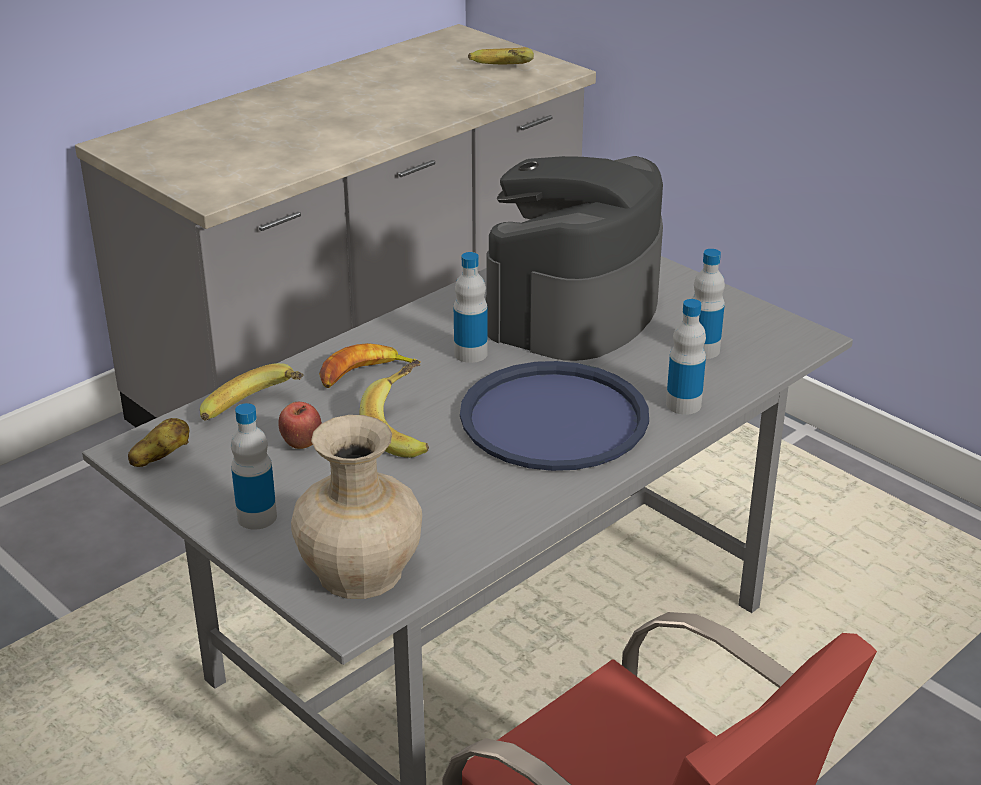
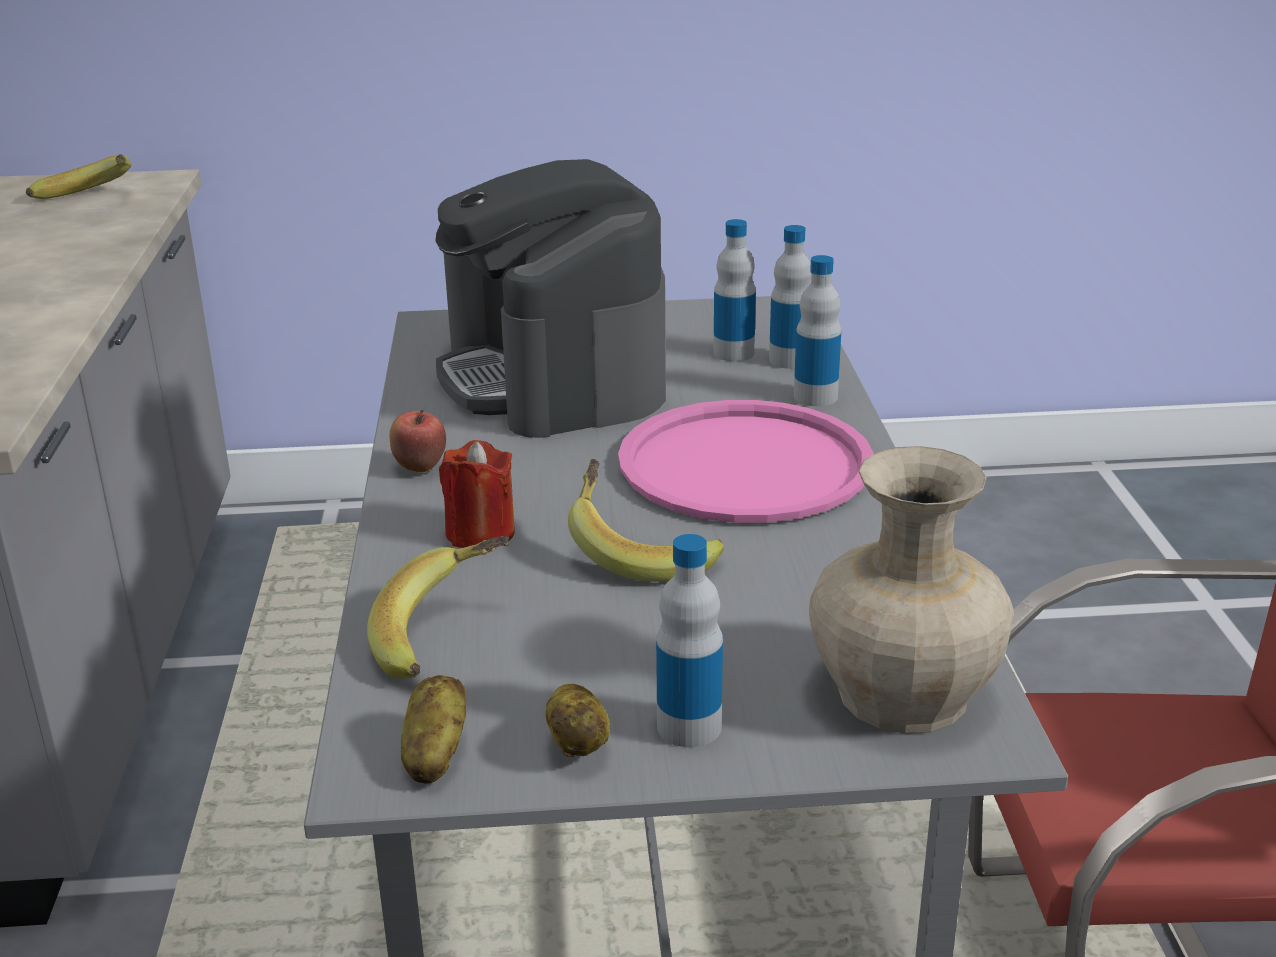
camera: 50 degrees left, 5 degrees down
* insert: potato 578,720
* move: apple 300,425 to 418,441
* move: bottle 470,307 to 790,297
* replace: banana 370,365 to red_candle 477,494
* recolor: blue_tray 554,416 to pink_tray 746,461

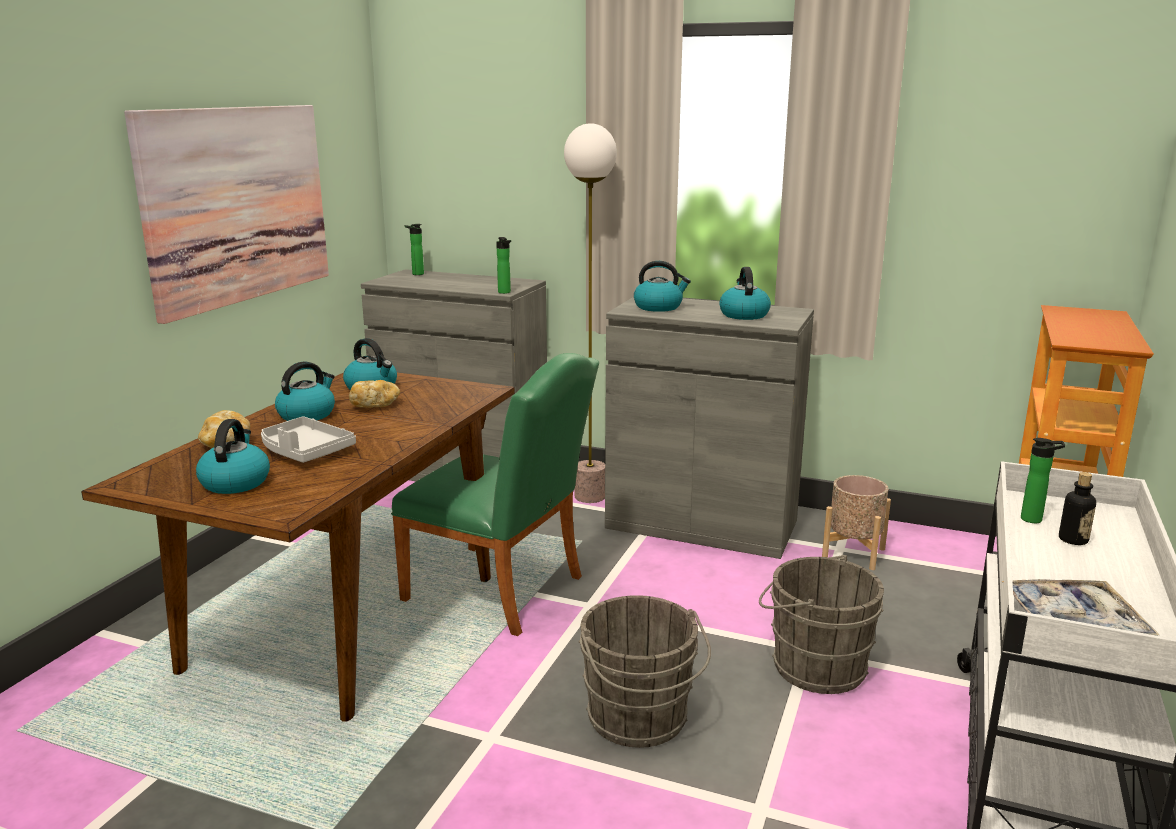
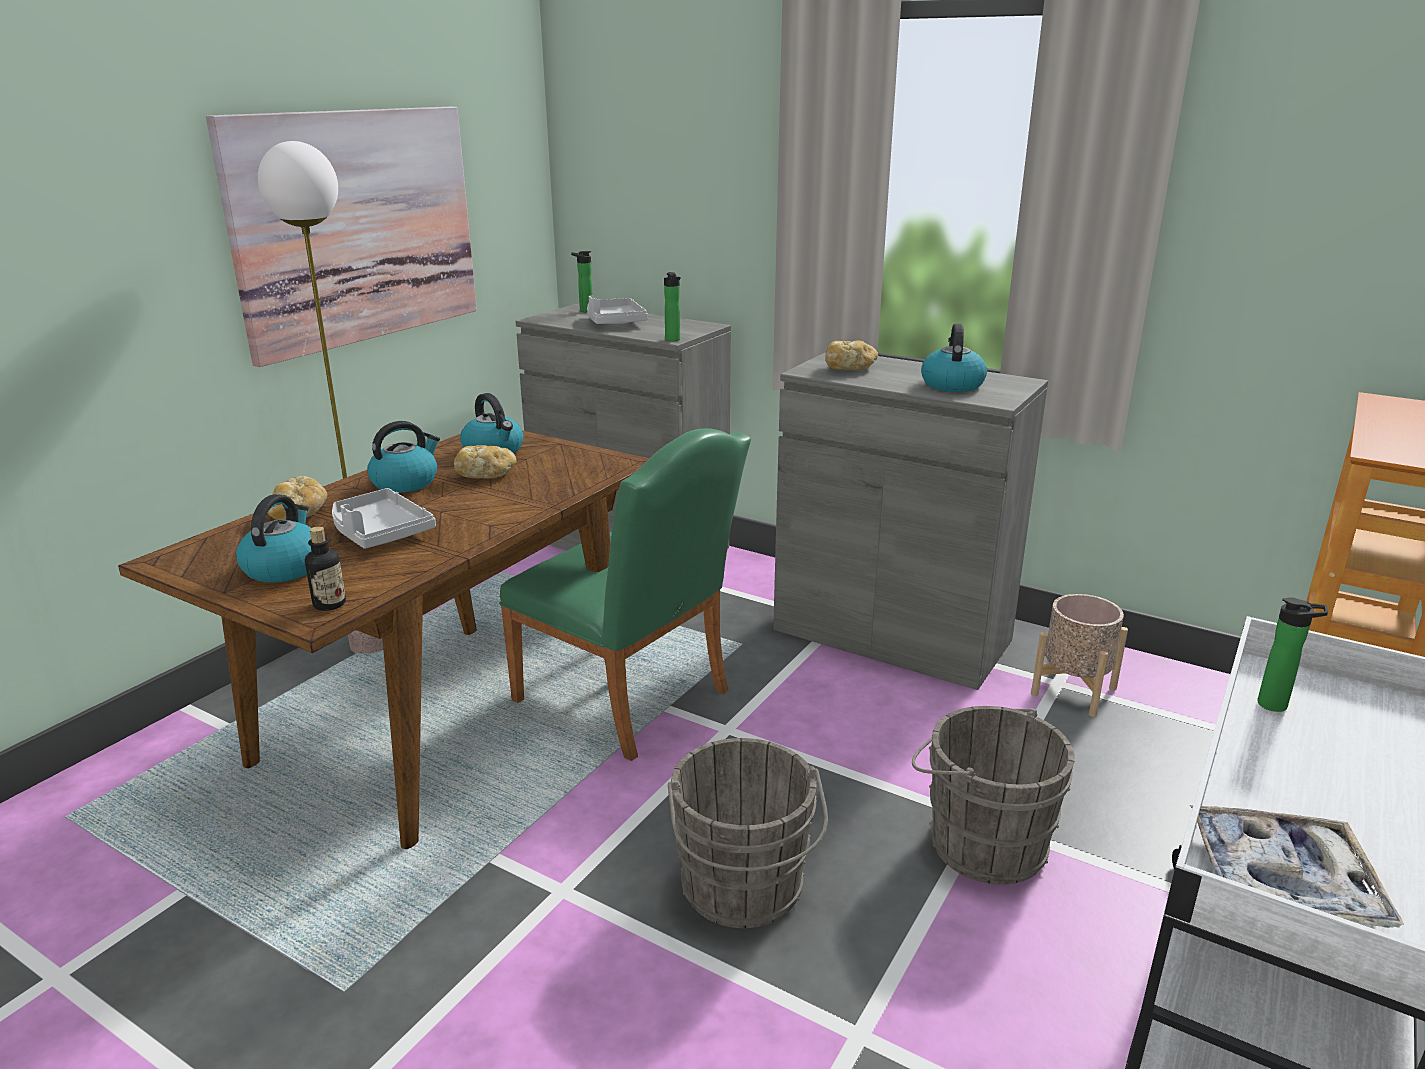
camera: 10 degrees right, 5 degrees up
* insert: grey_tray 617,310
* move: floor_lamp 590,313 to 320,397
* move: bottle 1077,508 to 325,568
* replace: kettle 662,286 to bread 851,355

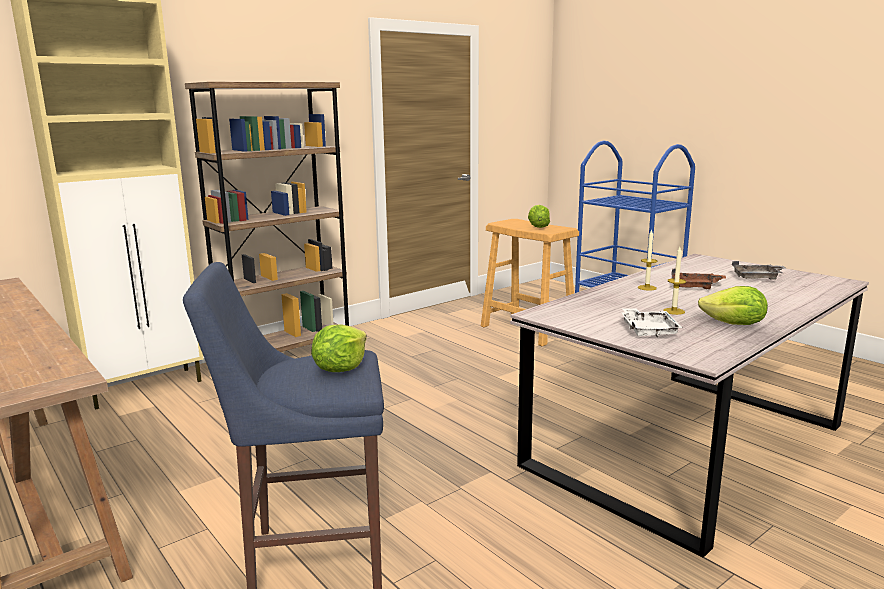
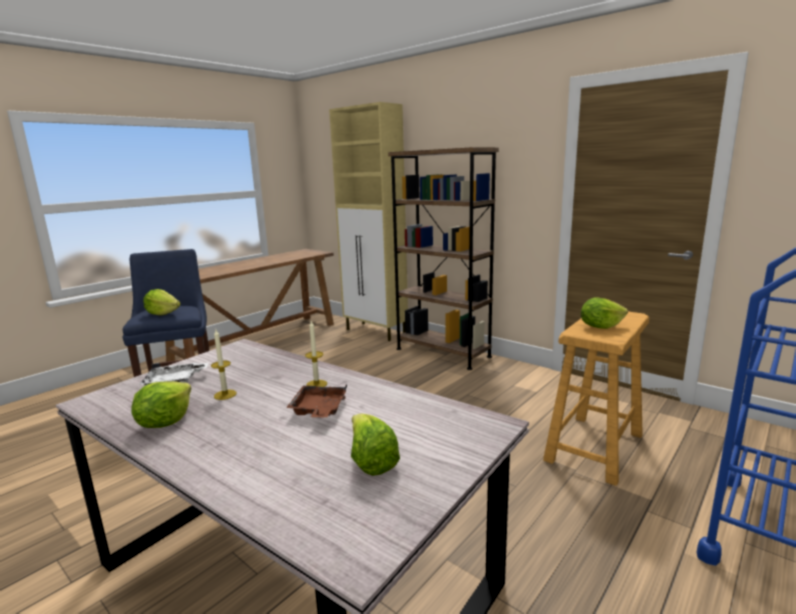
camera: 80 degrees right, 0 degrees up
* replace: grey_tray 759,270 to lettuce 375,445

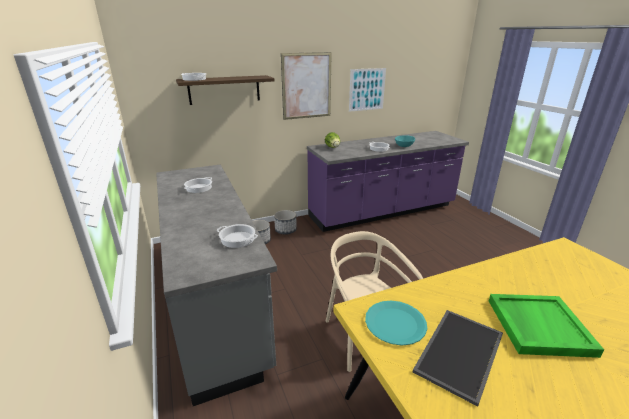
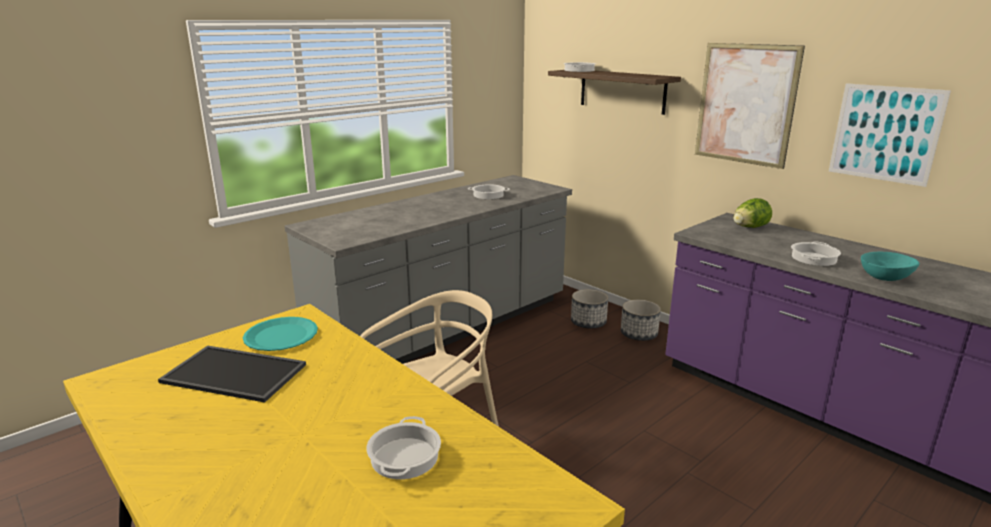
camera: 70 degrees right, 5 degrees down
* delete: green_tray 546,326
* move: cooking_pot 237,236 to 404,447

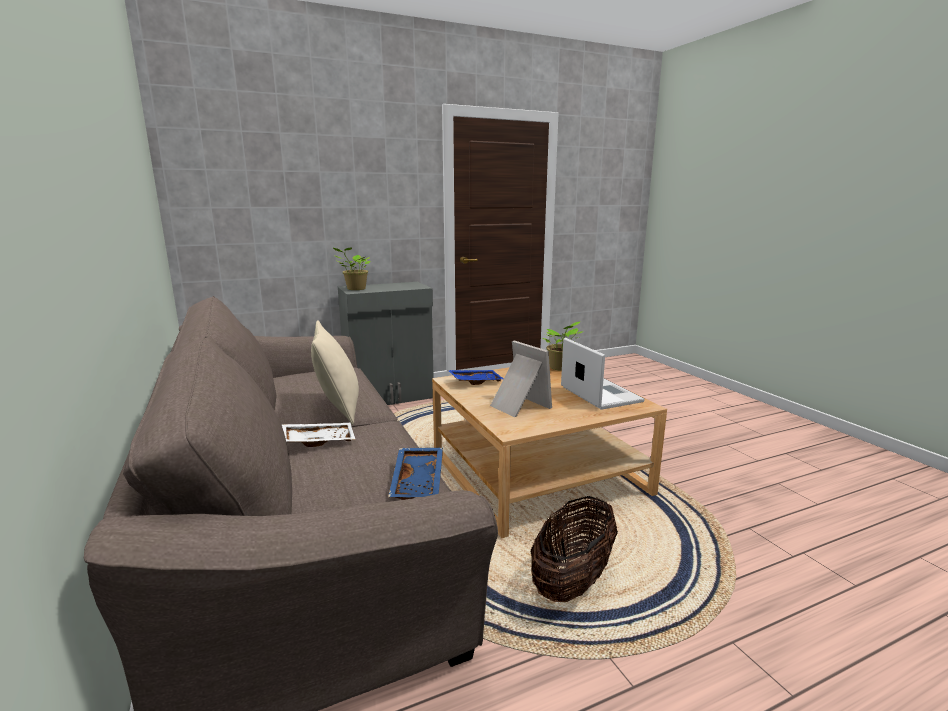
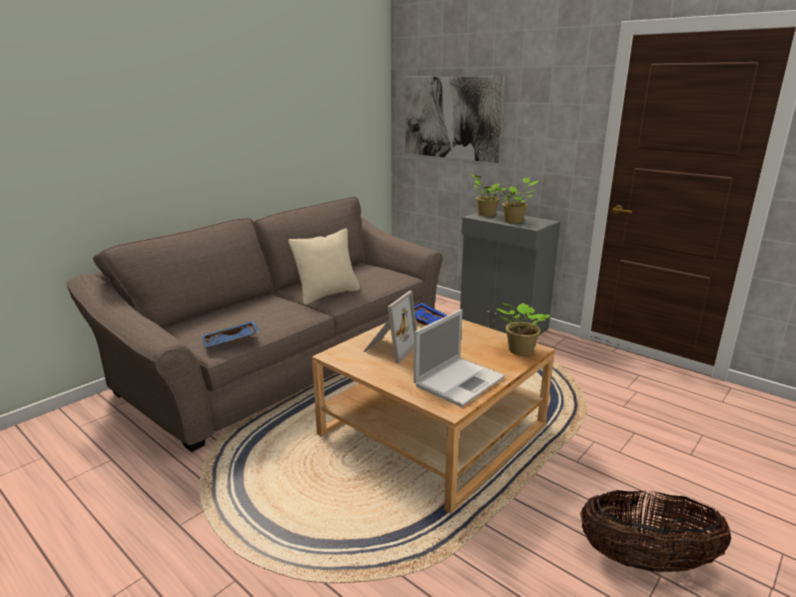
camera: 65 degrees right, 5 degrees up
* delete: white_tray 318,435
* insert: picture 455,119
* insert: potted_plant 518,201
* move: basket 574,549 to 655,531

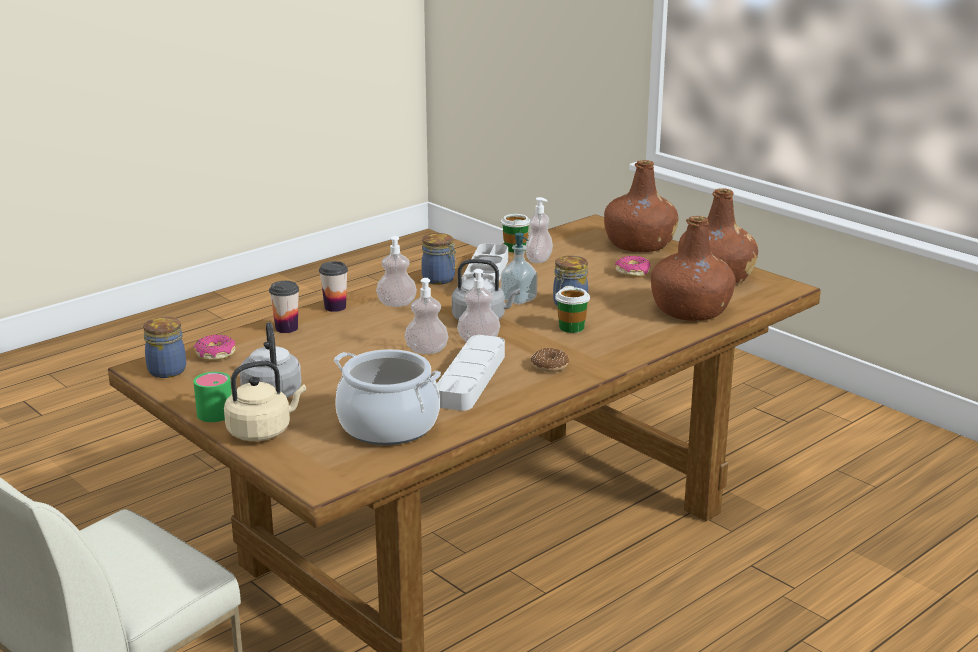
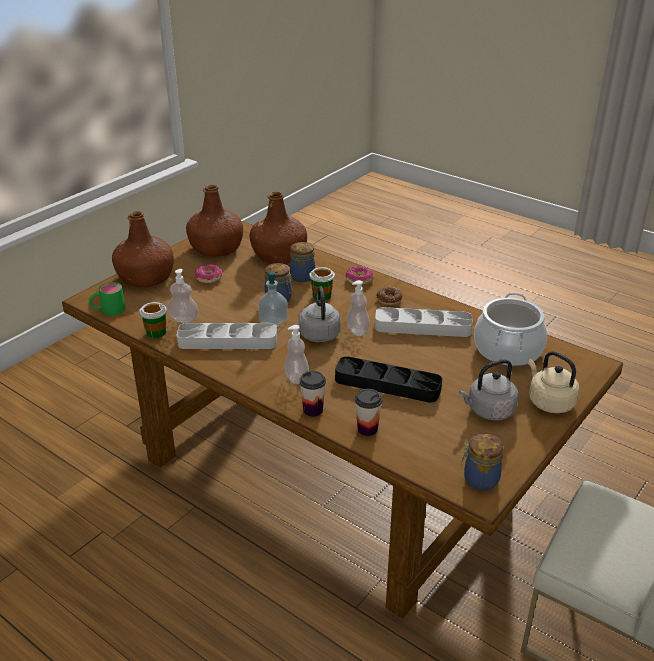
camera: 100 degrees left, 10 degrees up
* delete: soap_dispenser 427,316
* insert: black_tray 388,379
* move: green_mug 212,397 to 107,299
* move: donut 214,348 to 359,276
* move: jar 439,259 to 302,262

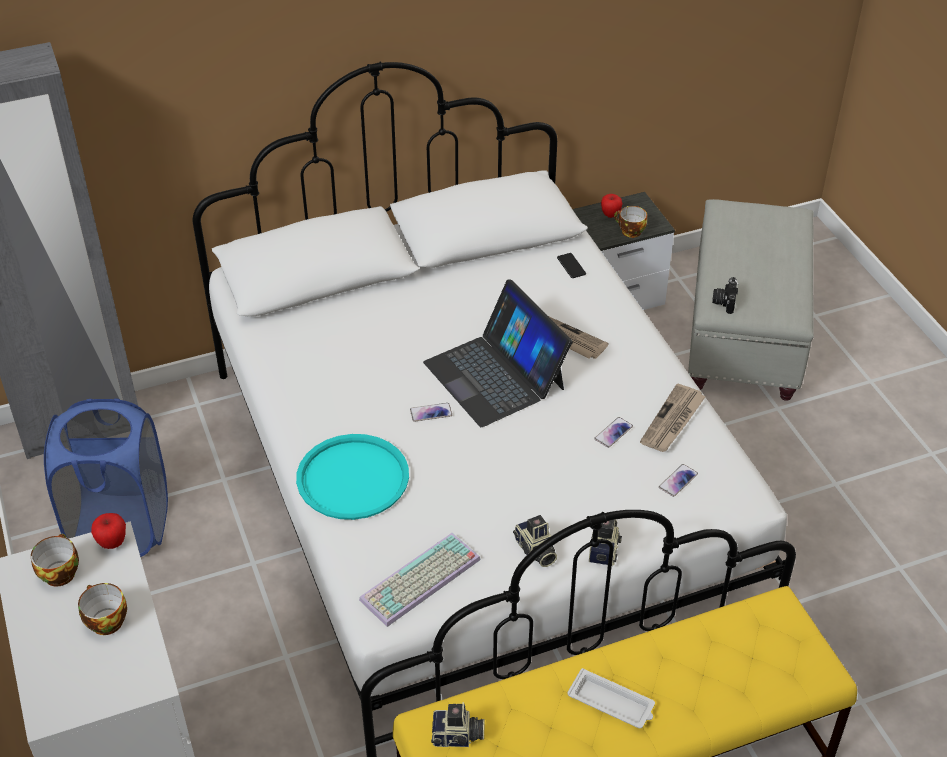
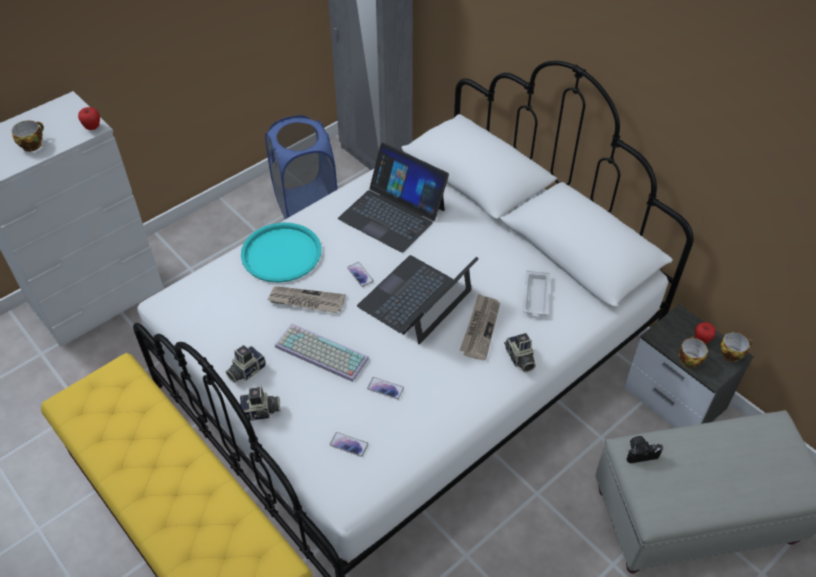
camera: 70 degrees right, 5 degrees up
* delete: phone 571,265
* insert: laptop 393,198
* move: cup 55,560 to 736,347
* move: keyboard 420,580 to 322,353
* move: photo_camera 458,724 to 520,352
* move: white_tray 611,698 to 536,293
* move: newspaper 673,418 to 306,299

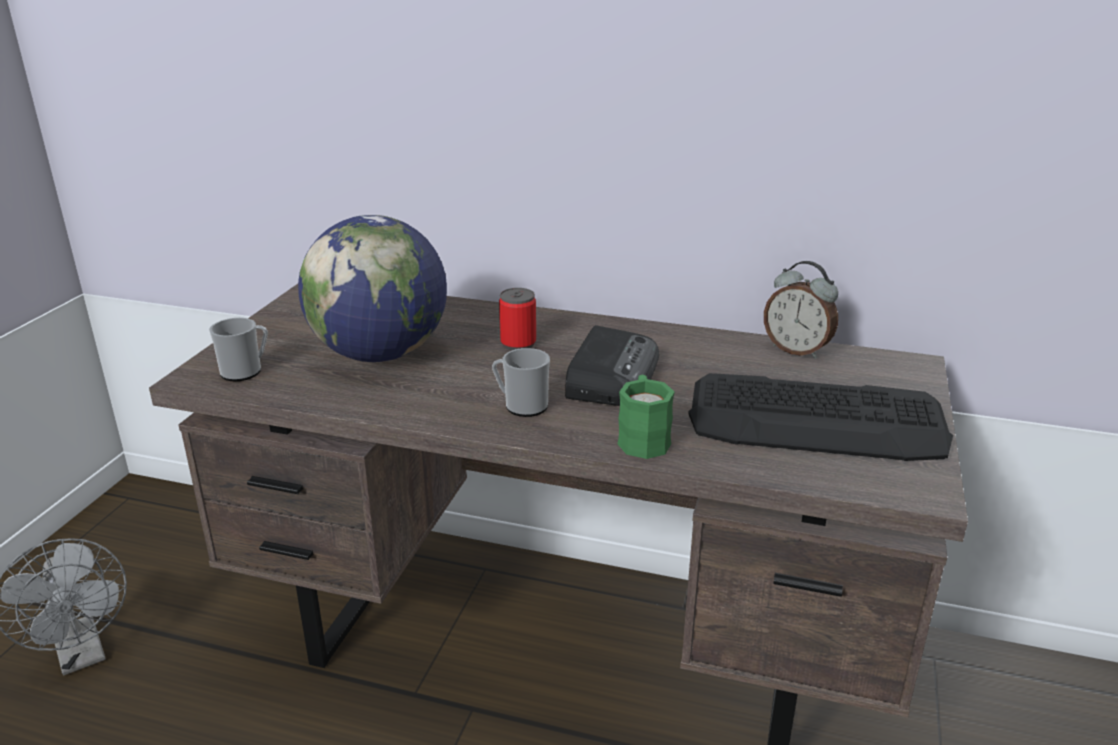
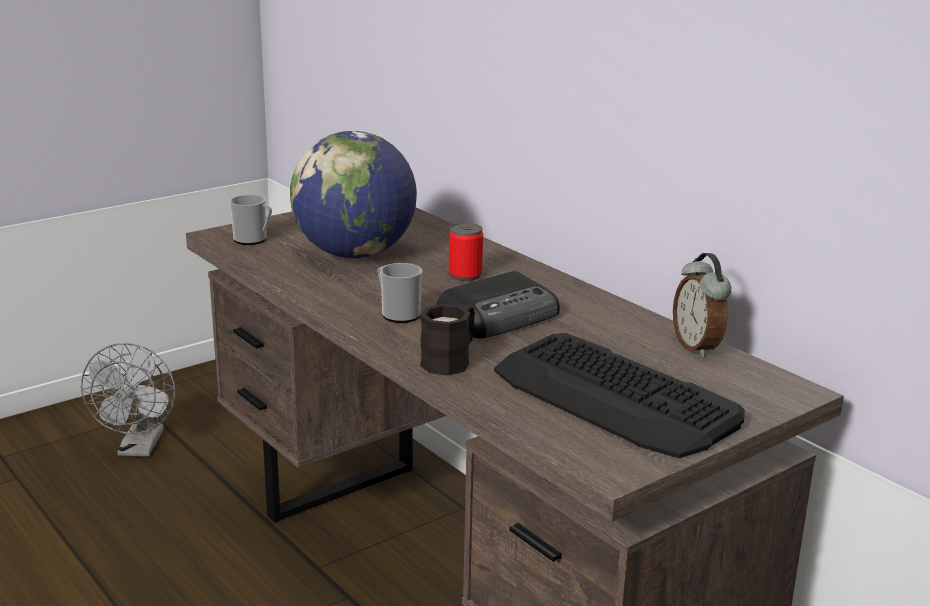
camera: 35 degrees right, 5 degrees down
* recolor: green_mug 646,417 to black_mug 447,340

